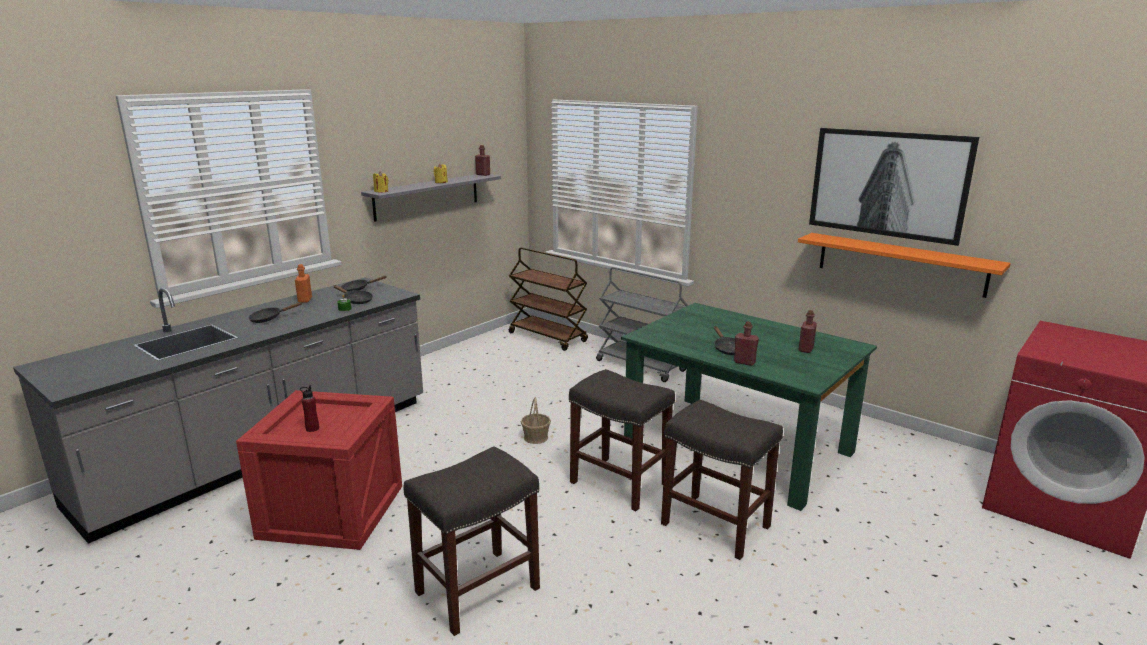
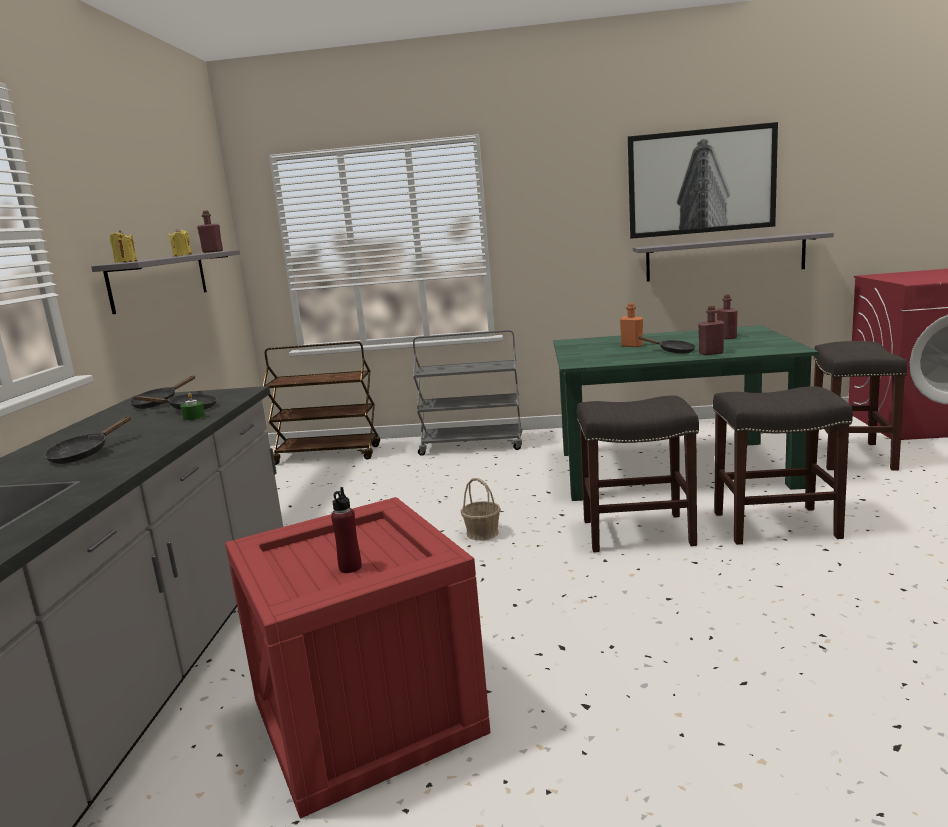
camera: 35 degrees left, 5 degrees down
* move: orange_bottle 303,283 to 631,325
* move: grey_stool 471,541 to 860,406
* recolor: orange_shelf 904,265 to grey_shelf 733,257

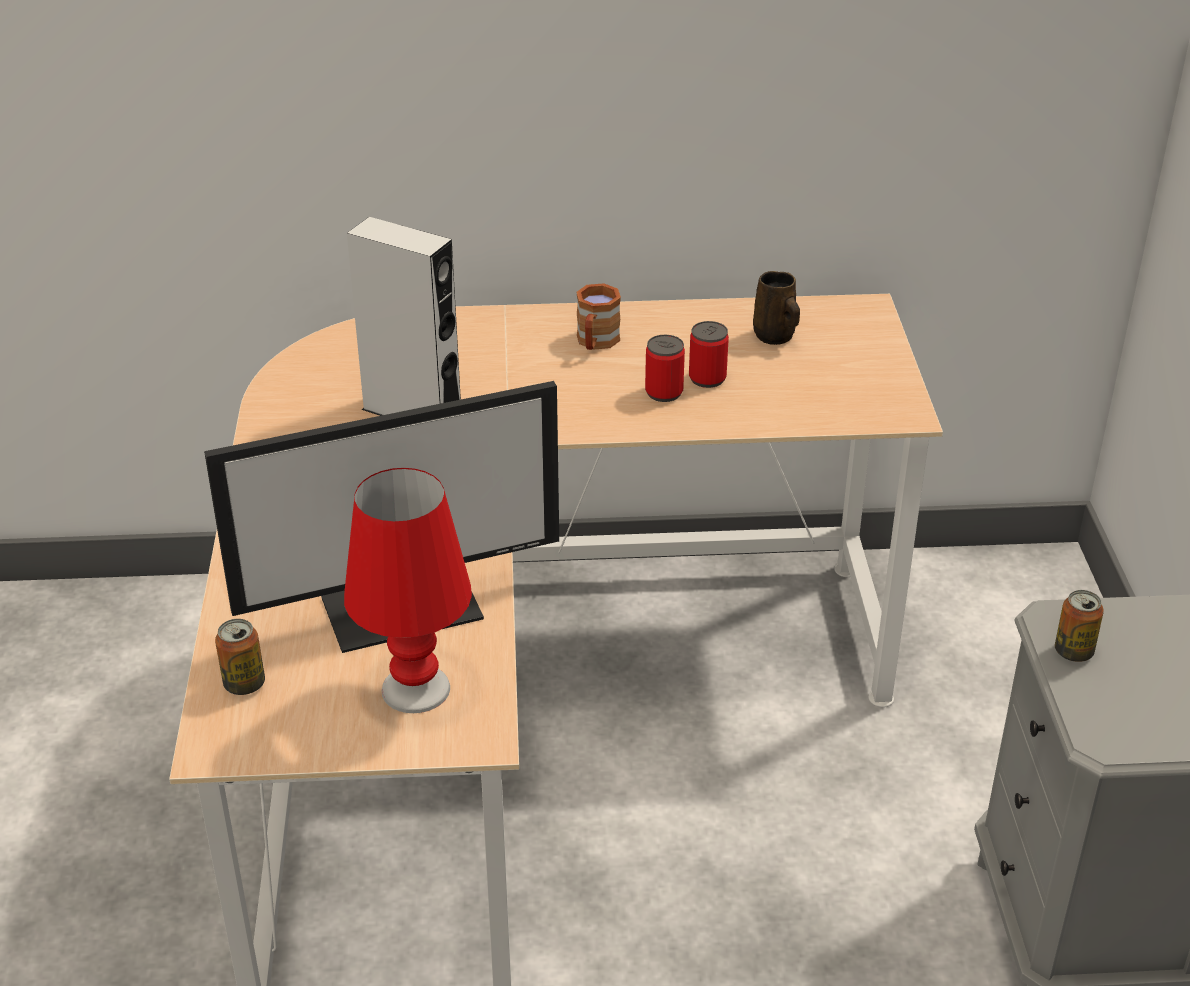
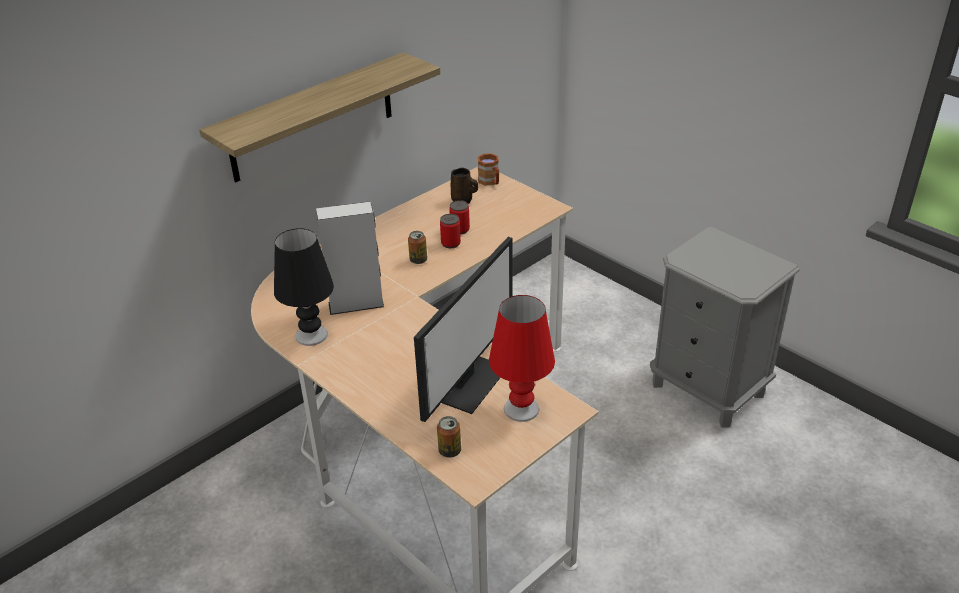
camera: 40 degrees left, 0 degrees up
* insert: shelf 319,117
* insert: black_table_lamp 304,287
* move: brown_mug 598,316 to 488,169
* move: can 1079,626 to 417,247

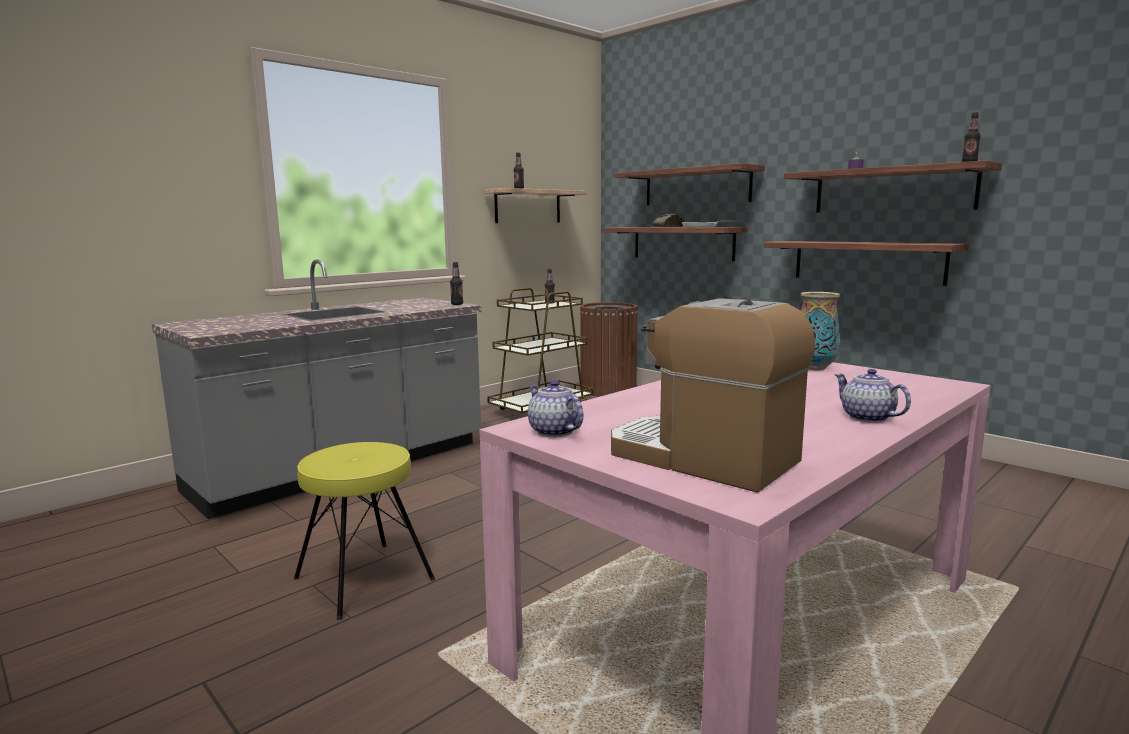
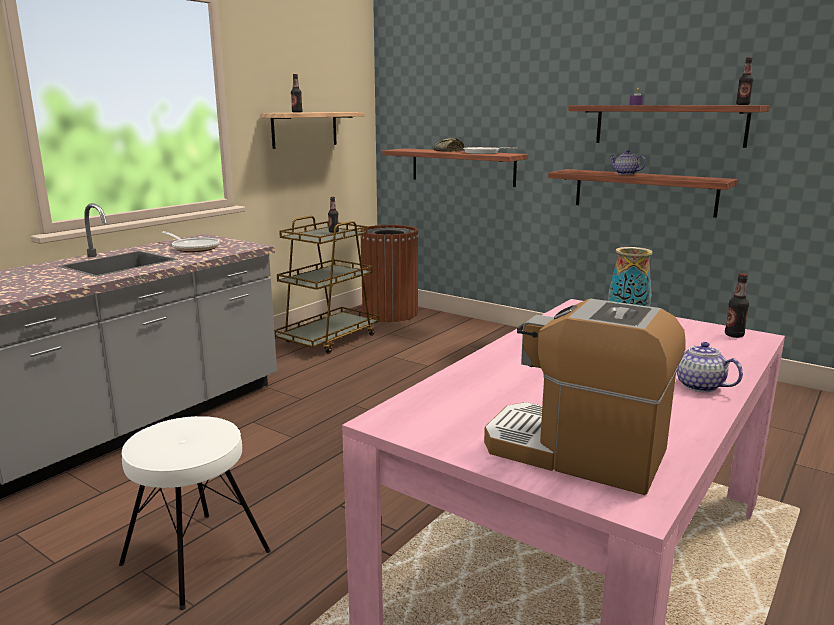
camera: 10 degrees left, 5 degrees up
* delete: shelf 690,184
* insert: frying_pan 191,241
* move: bottle 456,283 to 737,305
* move: teapot 555,408 to 628,162
* recolor: yellow_stool 364,531 to white_stool 195,513

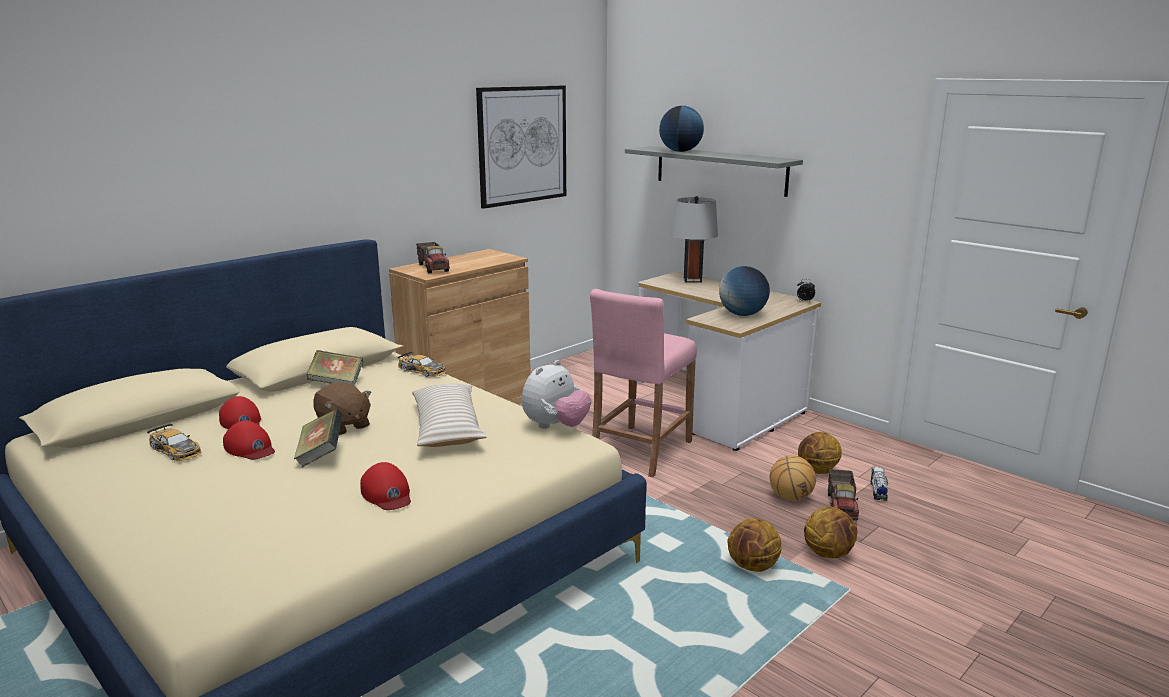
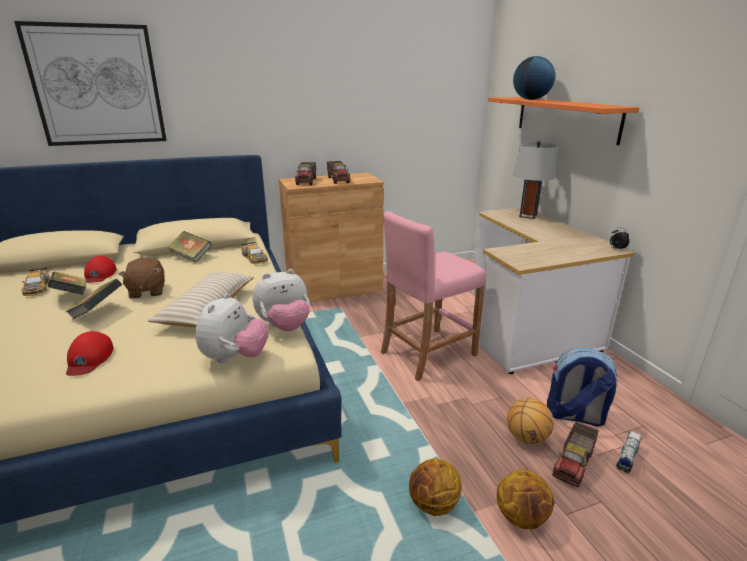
camera: 25 degrees right, 5 degrees up
* delete: globe 744,291
* insert: plush_toy 232,328
* insert: toy_truck 338,172
* move: picture 521,147 to 90,83
* replace: red_cap 249,440 to book 67,283
* replace: basketball 820,453 to backpack 582,387
* recolor: grey_shelf 714,171 to orange_shelf 563,121

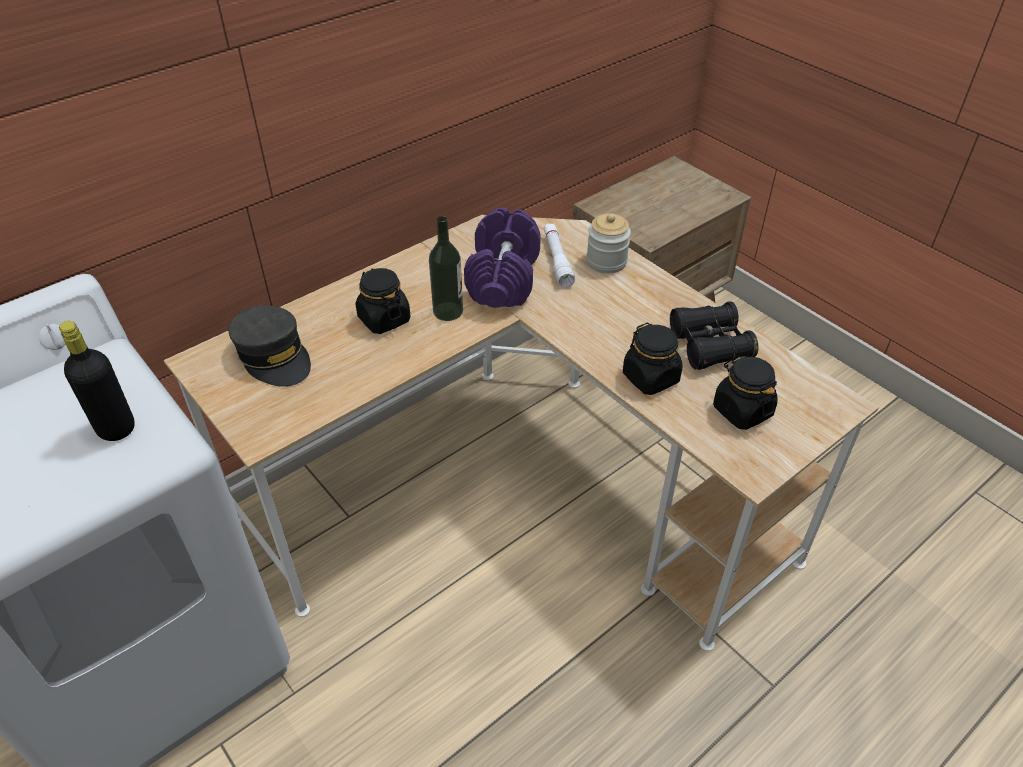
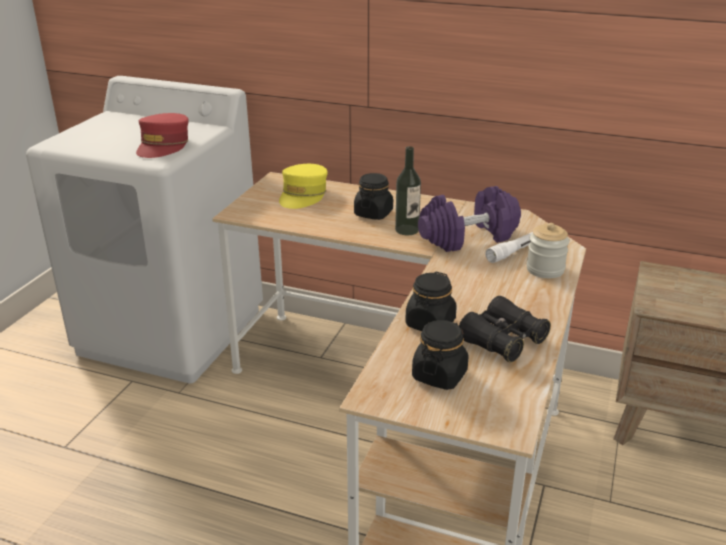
camera: 60 degrees right, 15 degrees down
* replace: black_bottle 97,381 to red_cap 162,135
* recolor: grey_cap 269,346 to yellow_cap 303,186

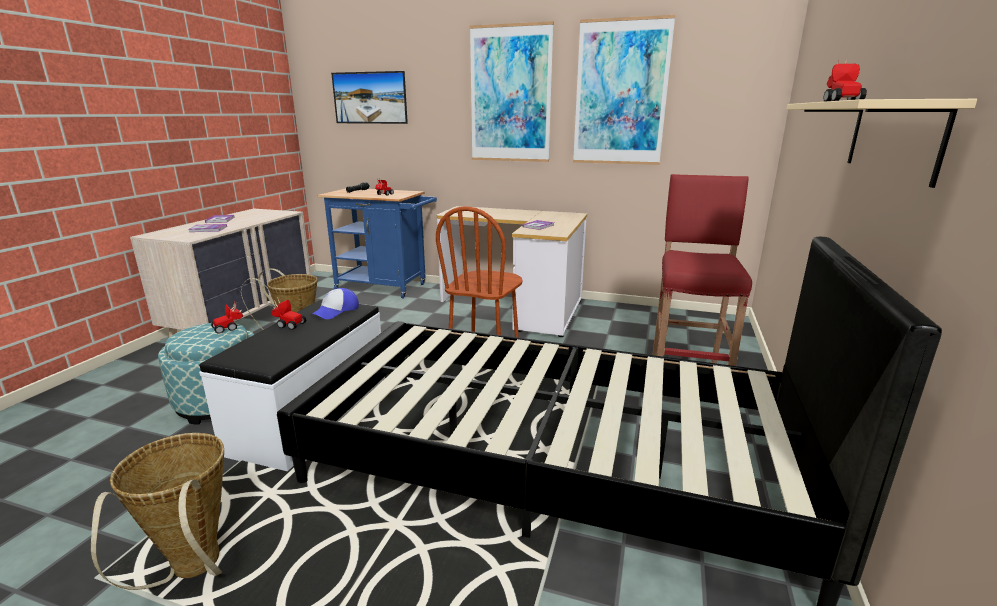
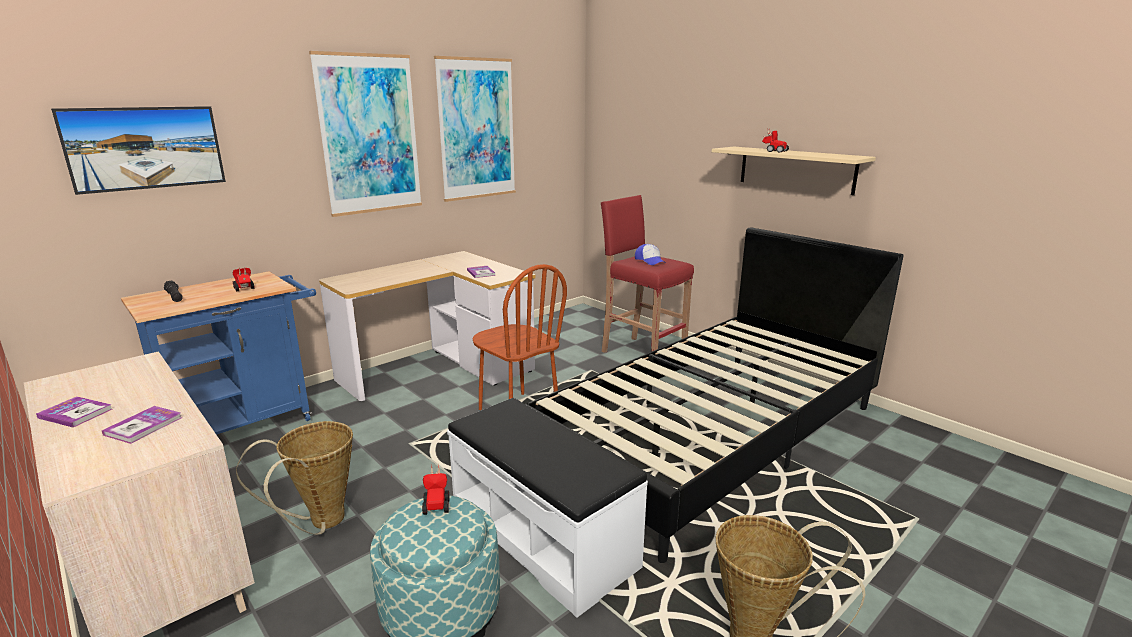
camera: 60 degrees left, 0 degrees up
* delete: toy_car 288,313
* move: cap 335,303 to 650,254

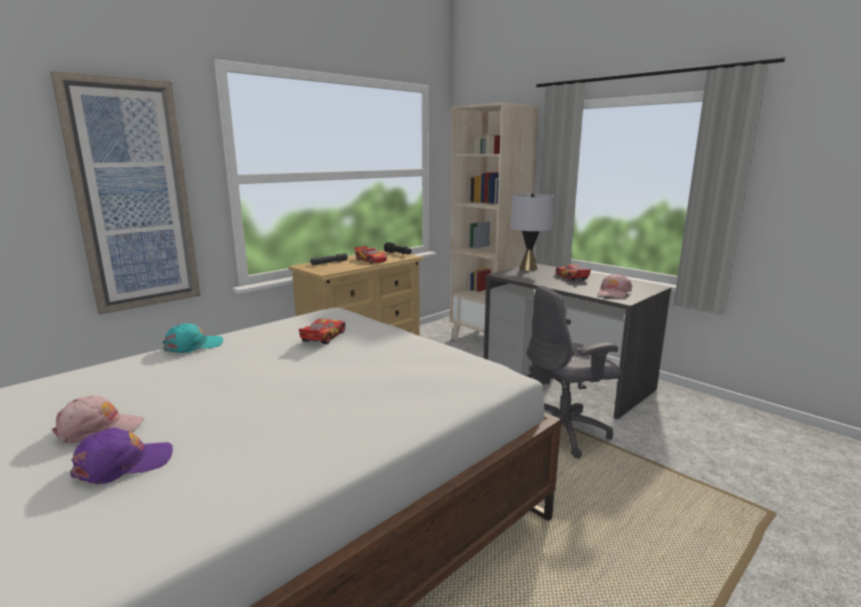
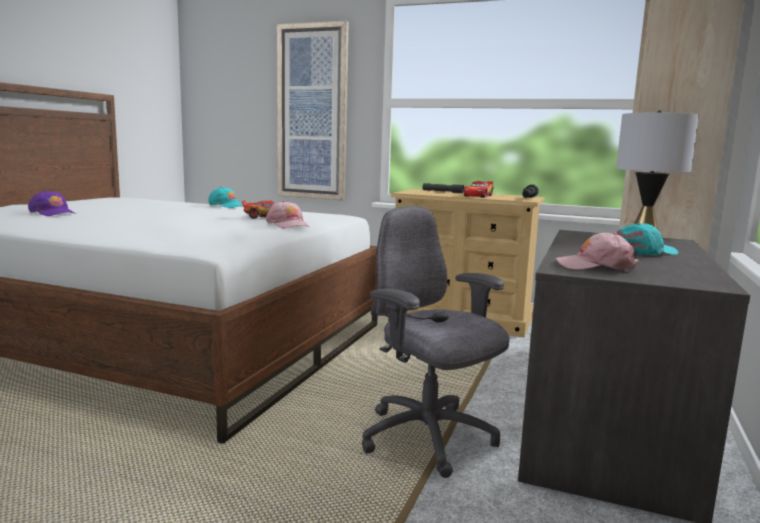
camera: 65 degrees right, 5 degrees down
* move: pink_cap 98,420 to 288,215
* replace: toy_car 573,272 to turquoise_cap 647,239

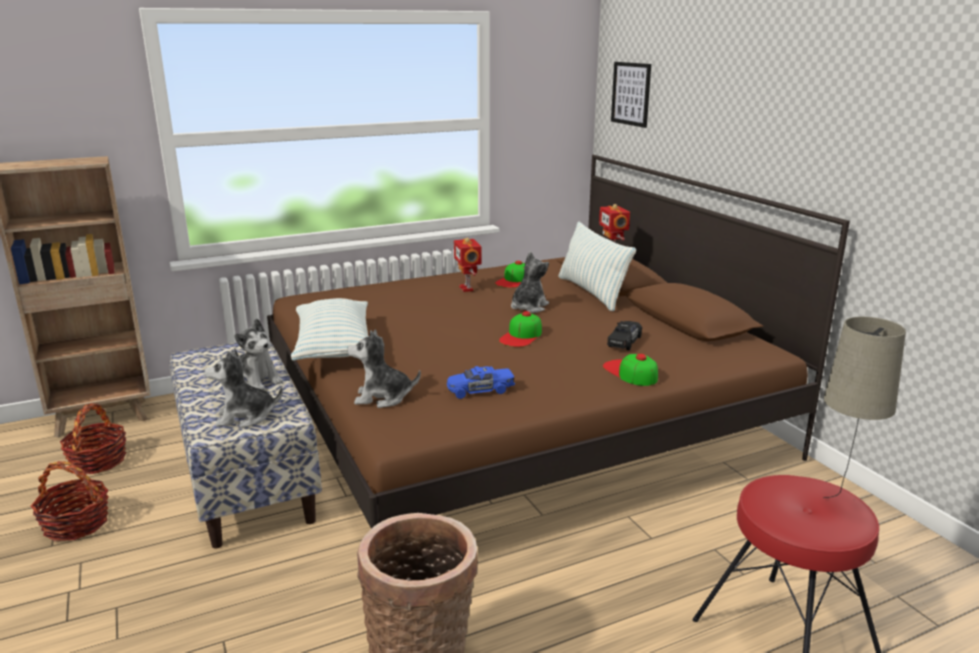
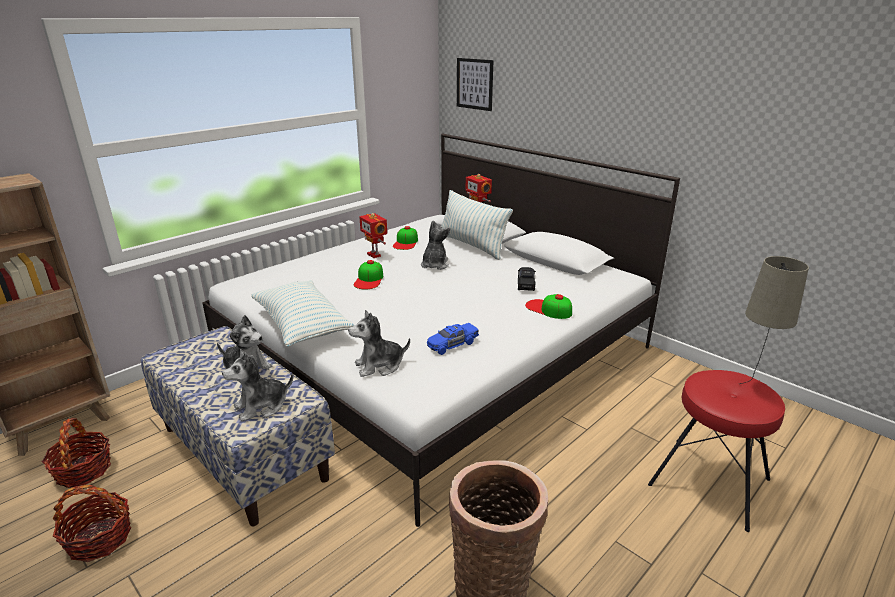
camera: 20 degrees left, 5 degrees up
* move: cap 520,329 to 368,274
* recolor: brown_bed 558,342 to white_bed 441,330

